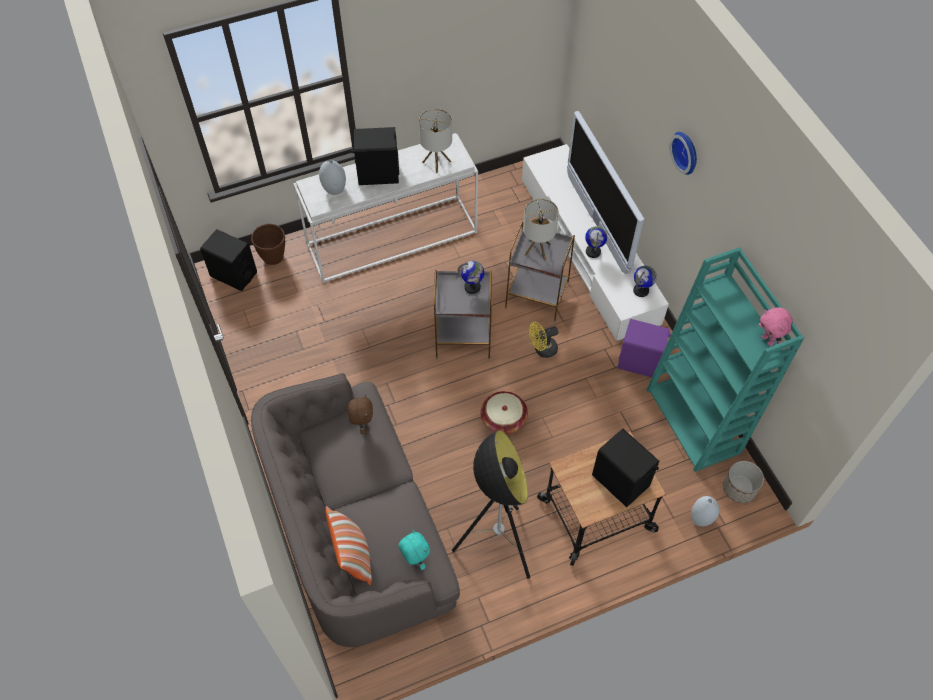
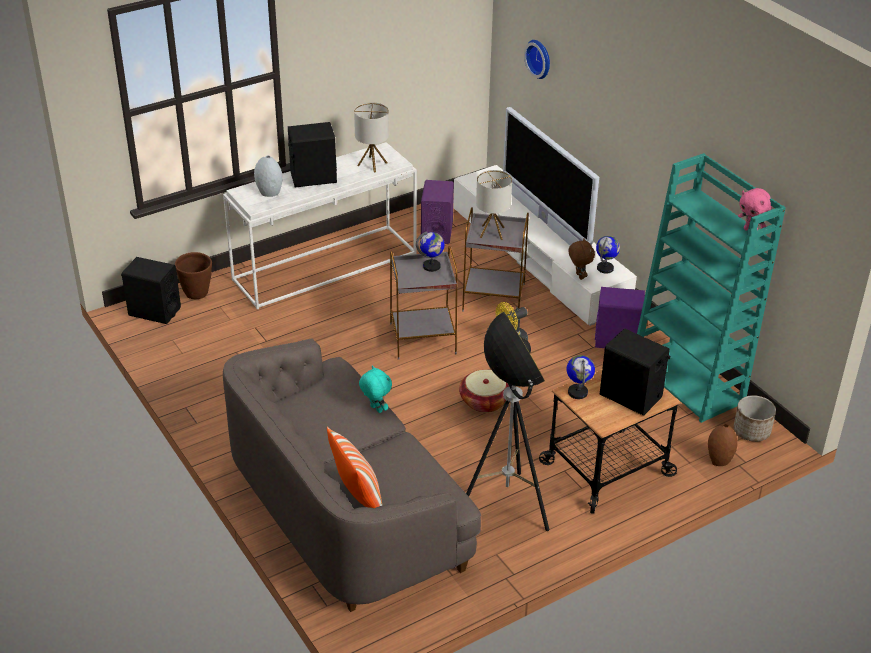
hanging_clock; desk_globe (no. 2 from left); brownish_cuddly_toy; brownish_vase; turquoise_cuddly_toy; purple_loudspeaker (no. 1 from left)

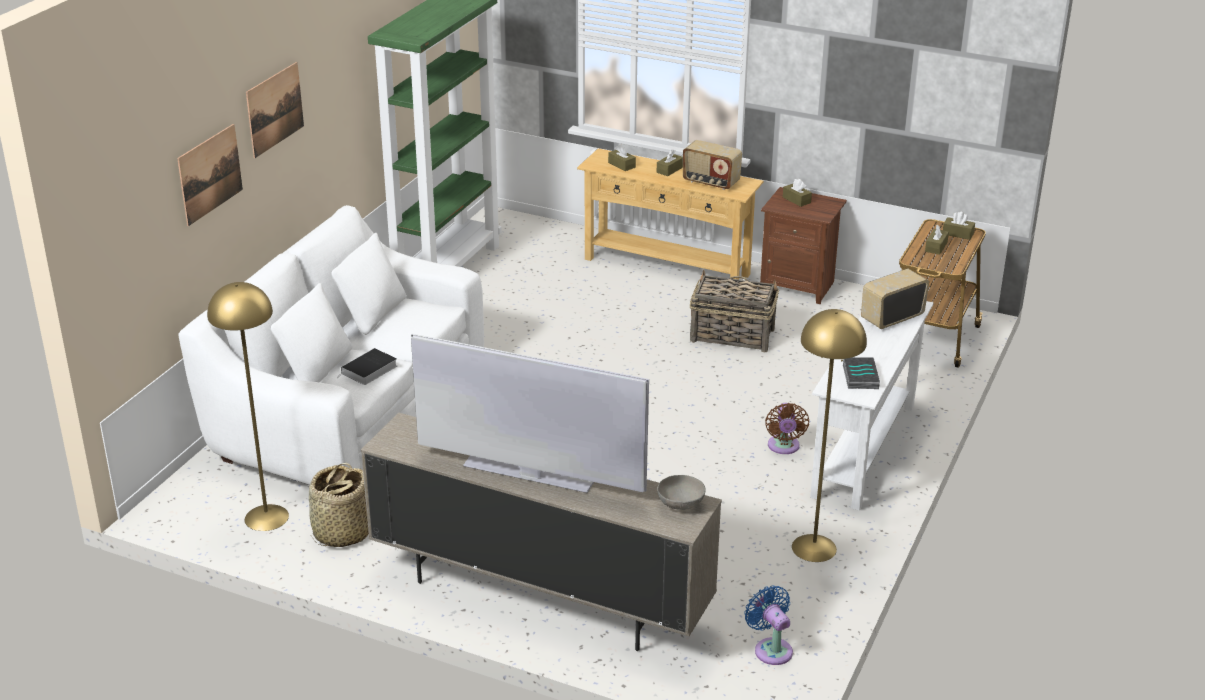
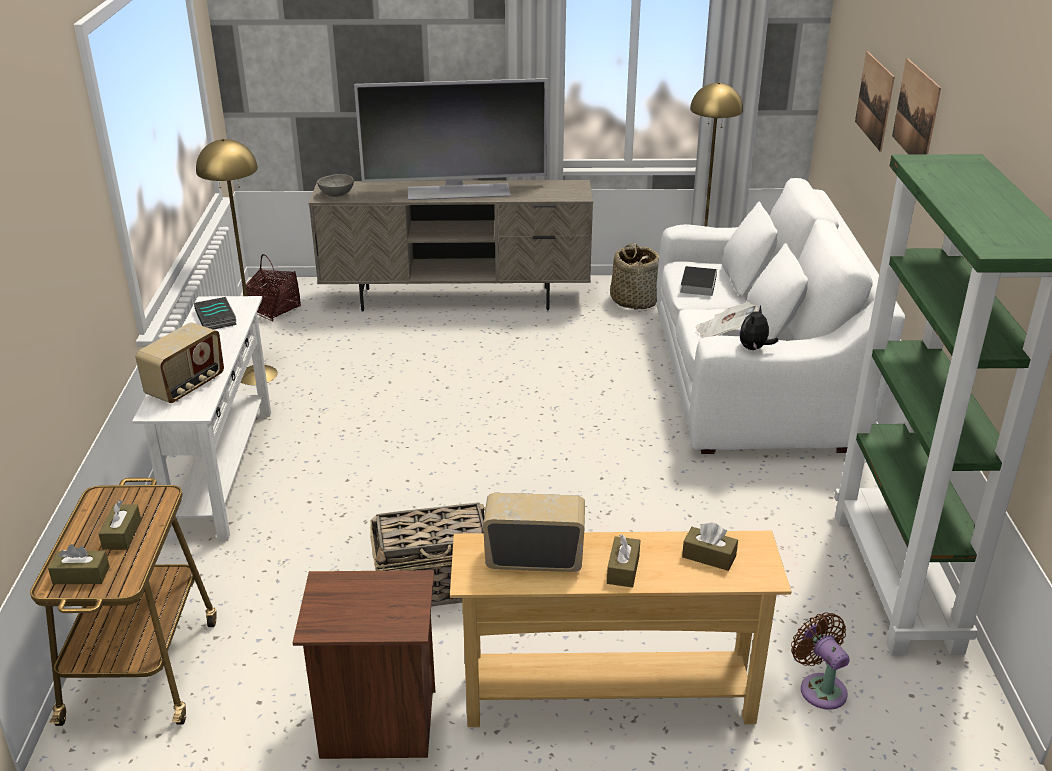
brownish_tissue_holder (no. 3 from left in the first image); brownish_fan; basket (no. 1 from left); printed_paper; cuddly_toy

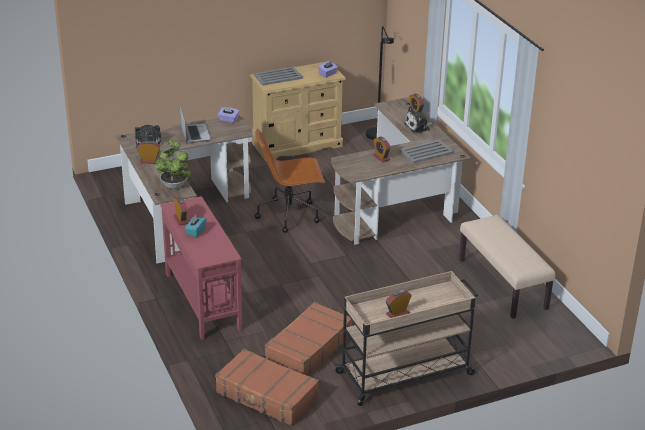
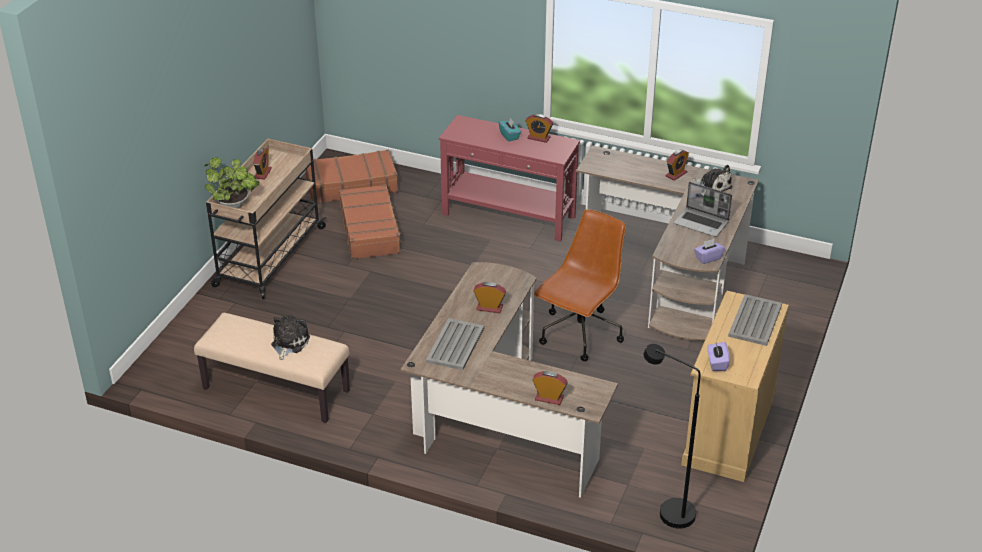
cuddly_toy (no. 1 from left); potted_plant

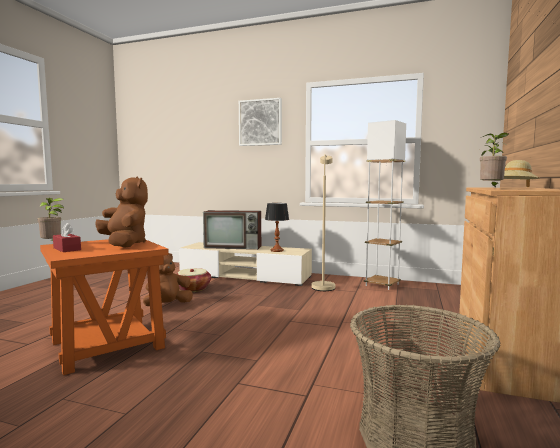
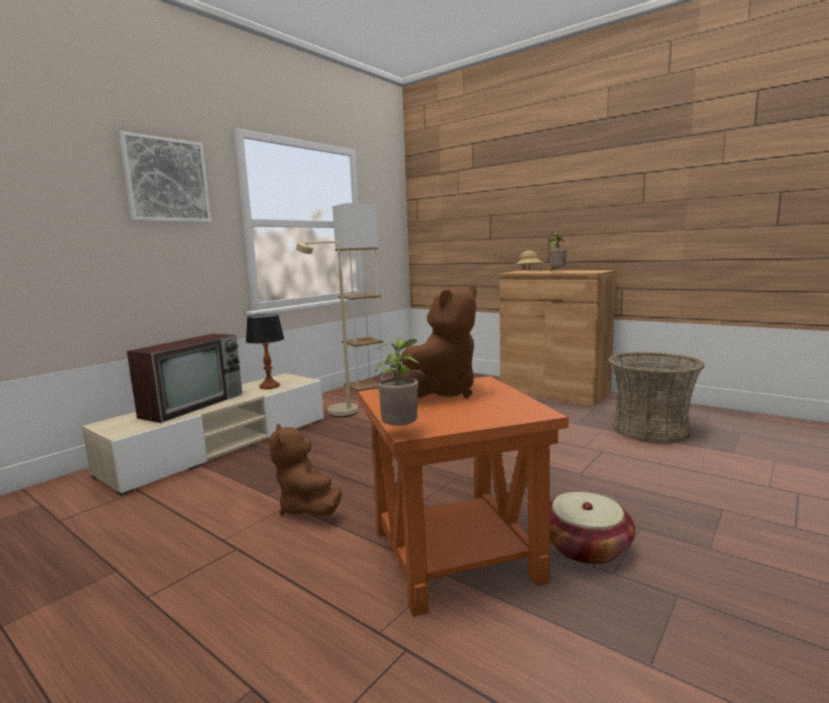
brownish_cuddly_toy (no. 2 from left); red_tissue_holder; basket (no. 1 from left)

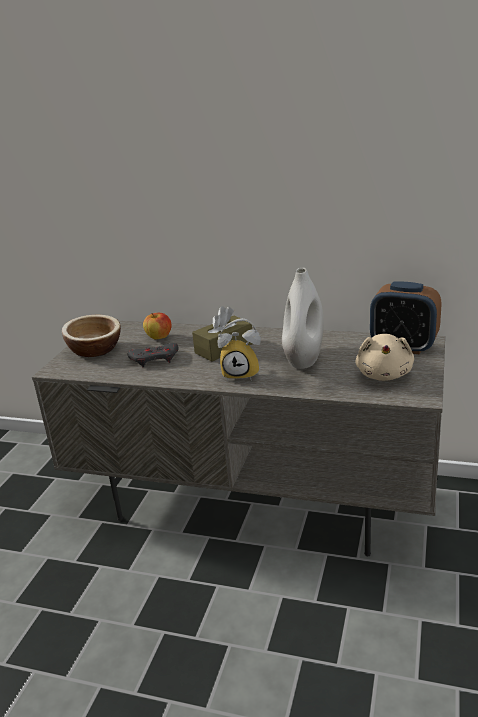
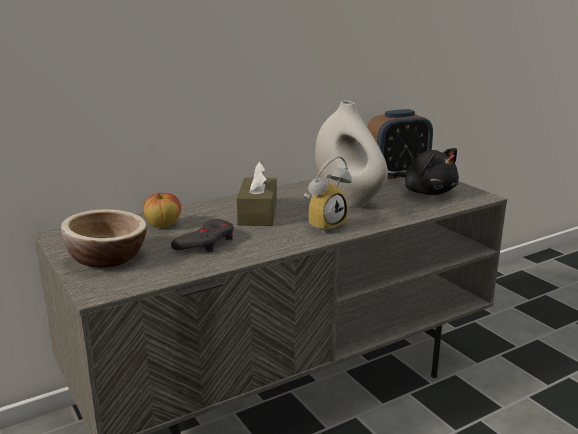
black_cuddly_toy

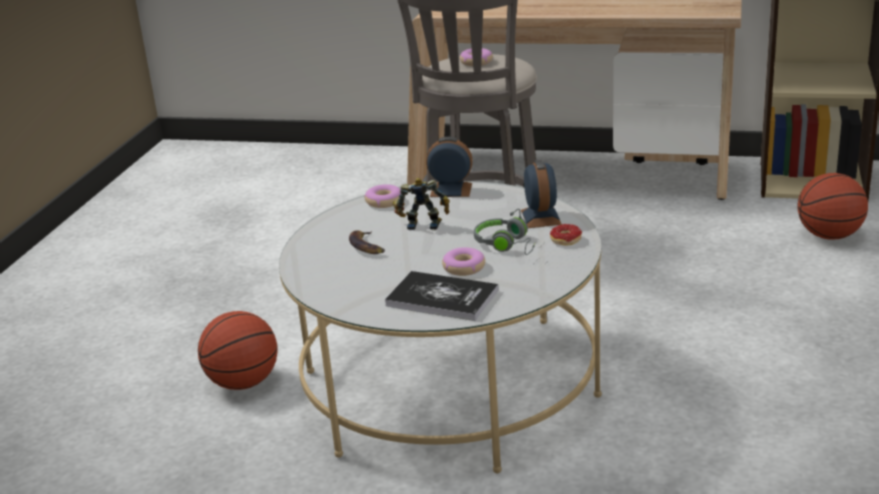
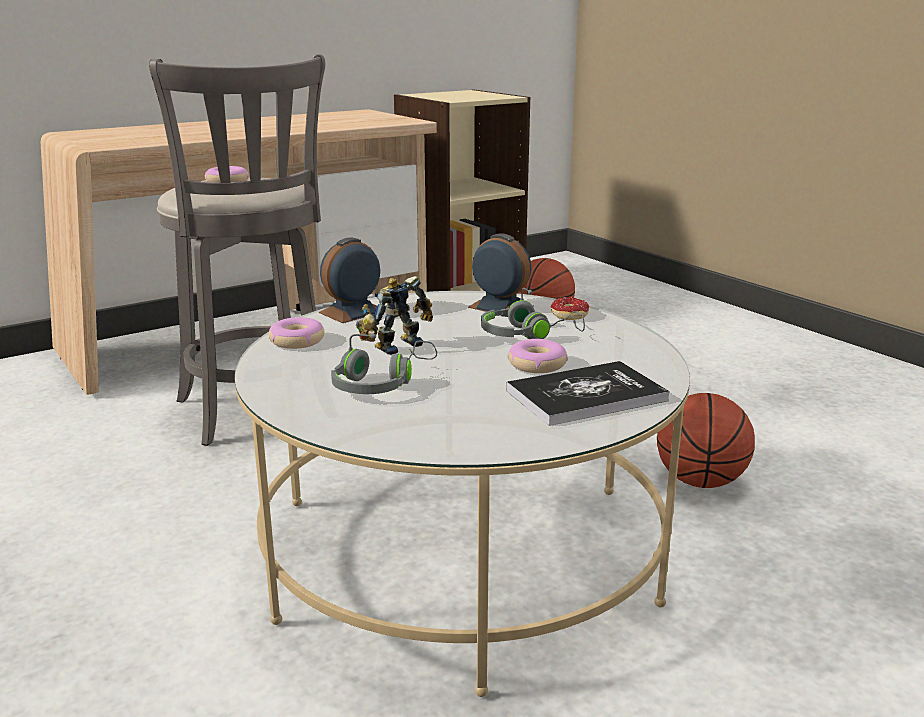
grey_pair_of_headphones (no. 1 from left); basketball (no. 2 from left)

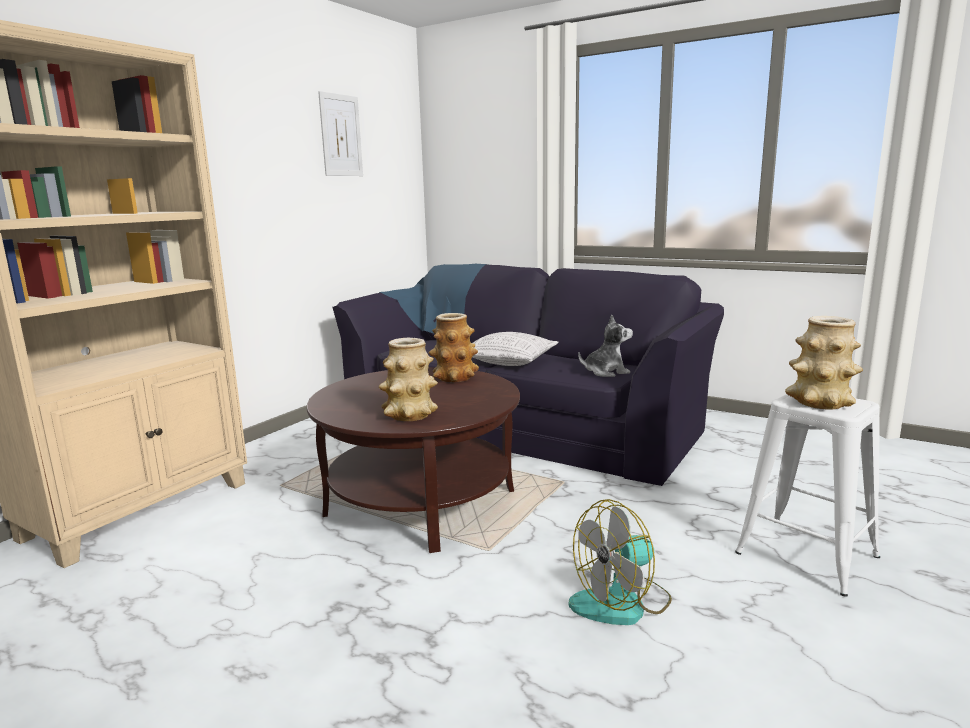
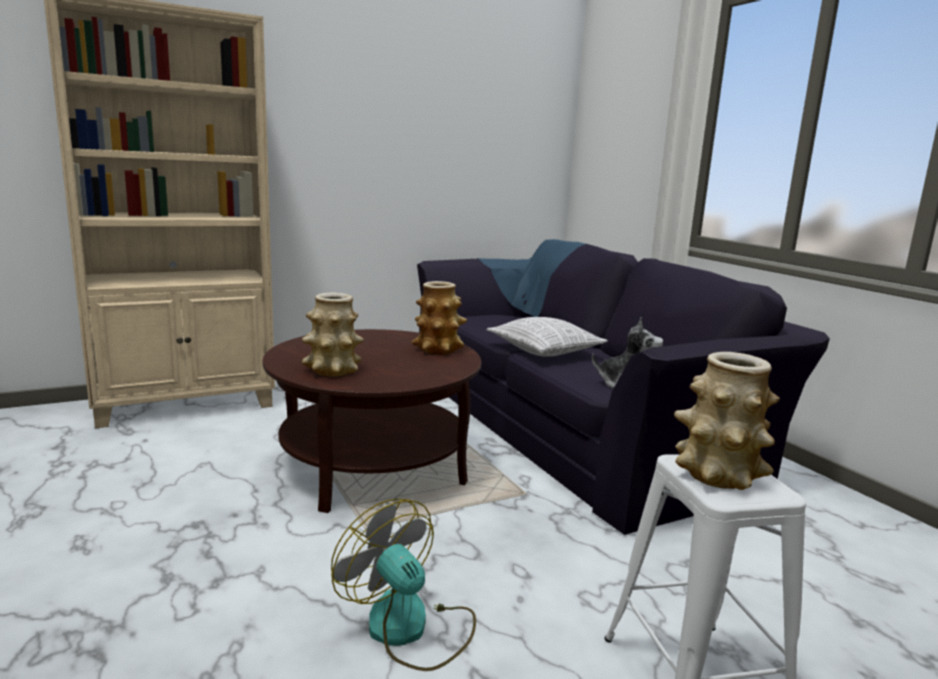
wall_art; fan

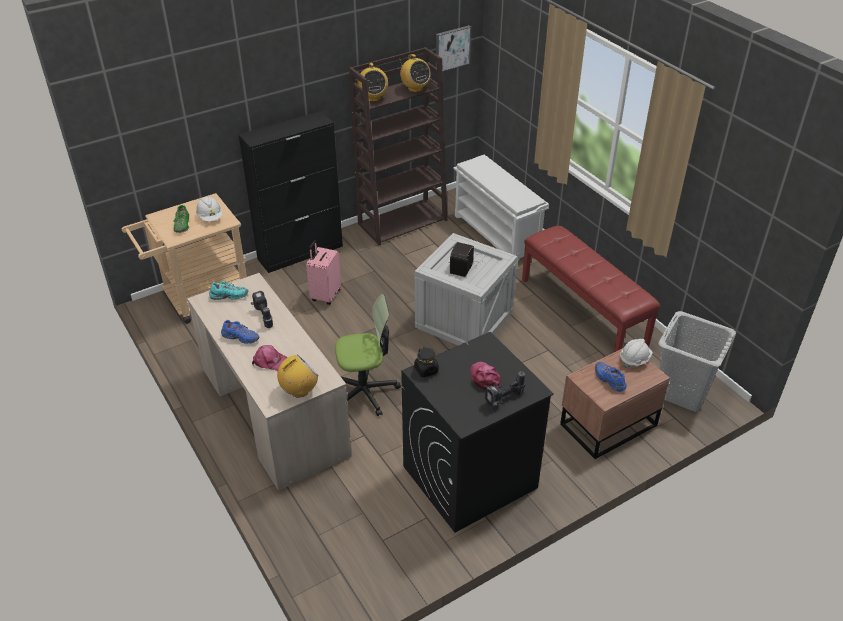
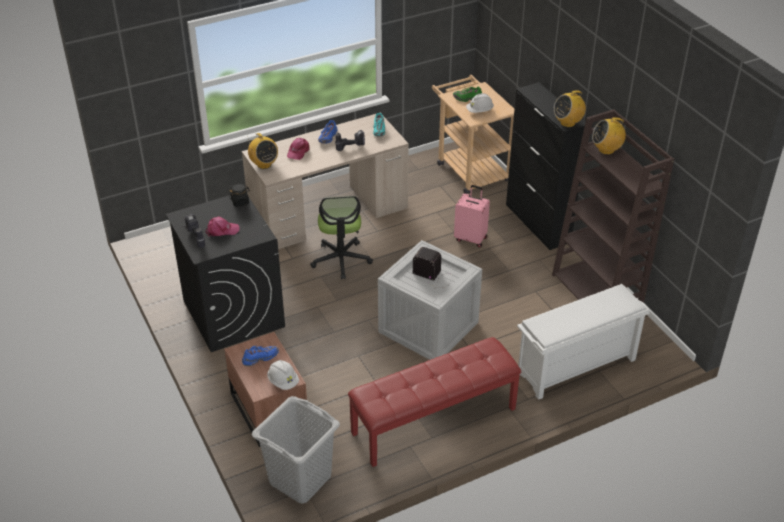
wall_art; radio (no. 3 from left)

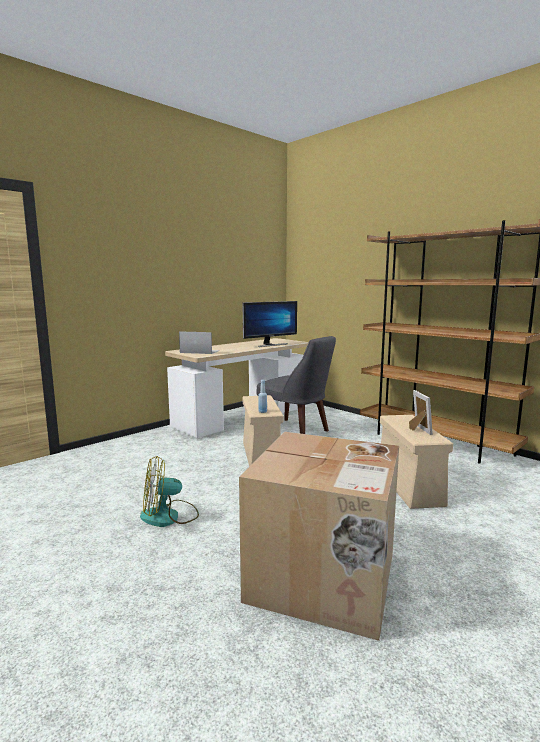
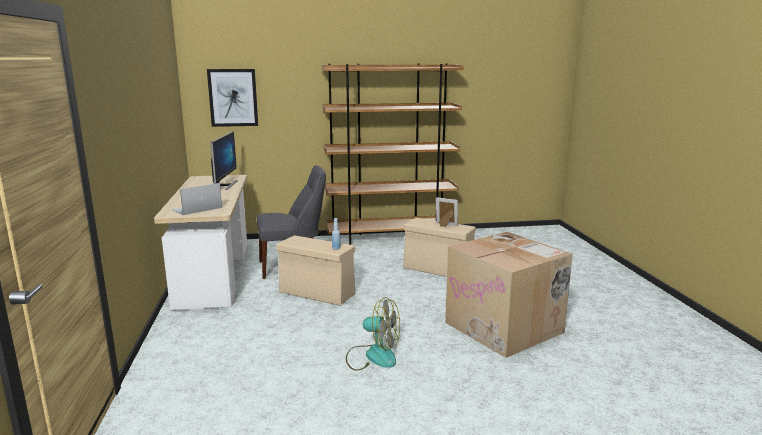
fan; wall_art

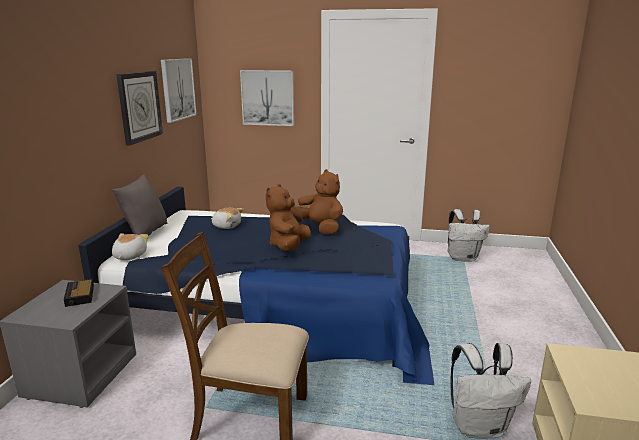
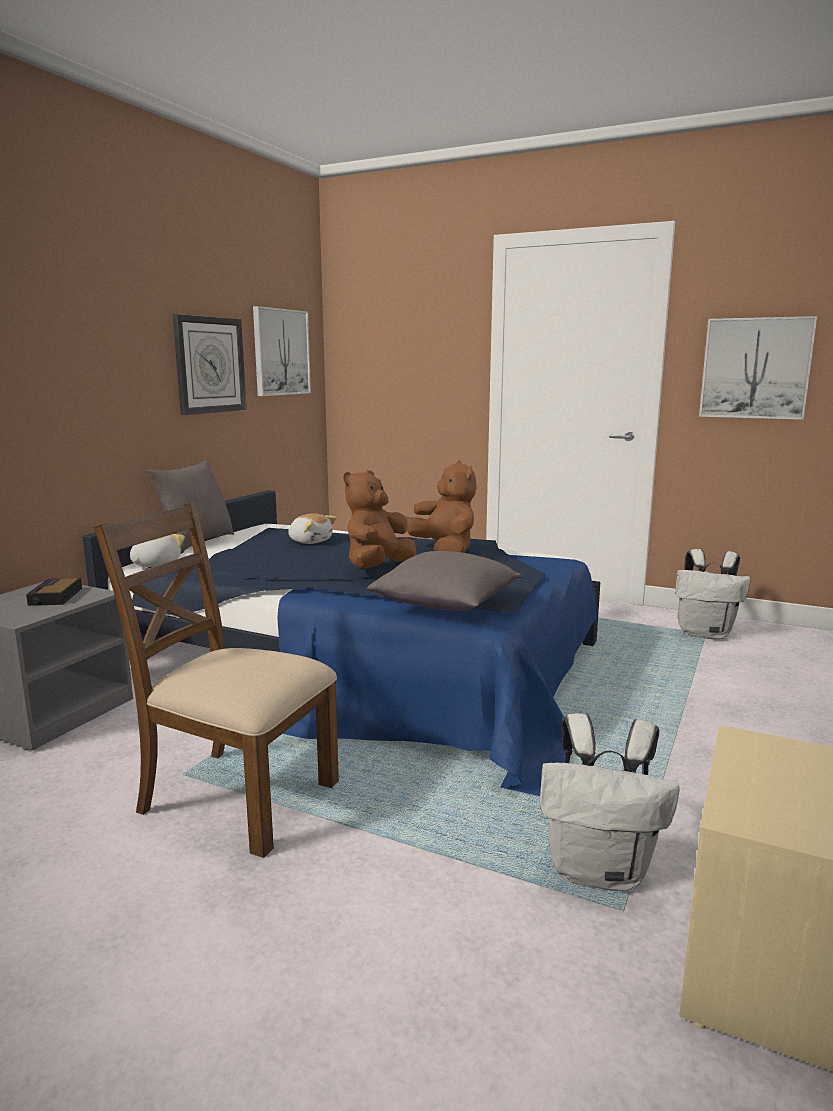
wall_art (no. 2 from left); grey_cushion (no. 2 from left)

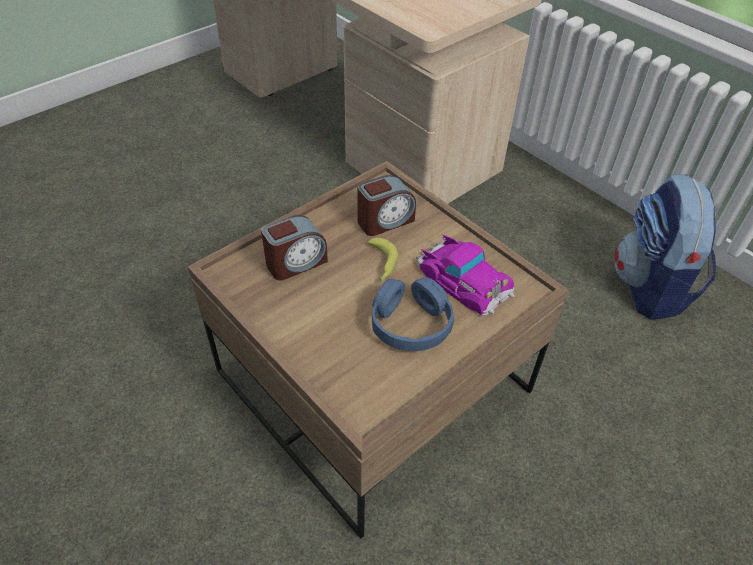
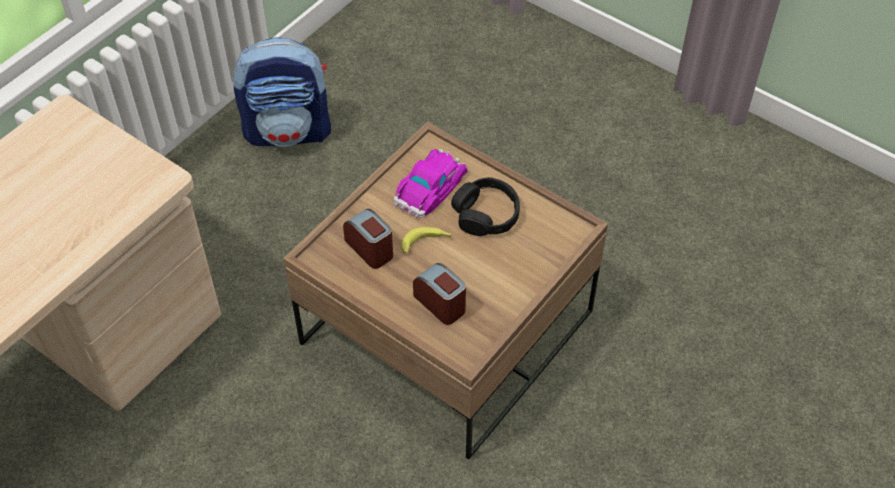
black_pair_of_headphones

